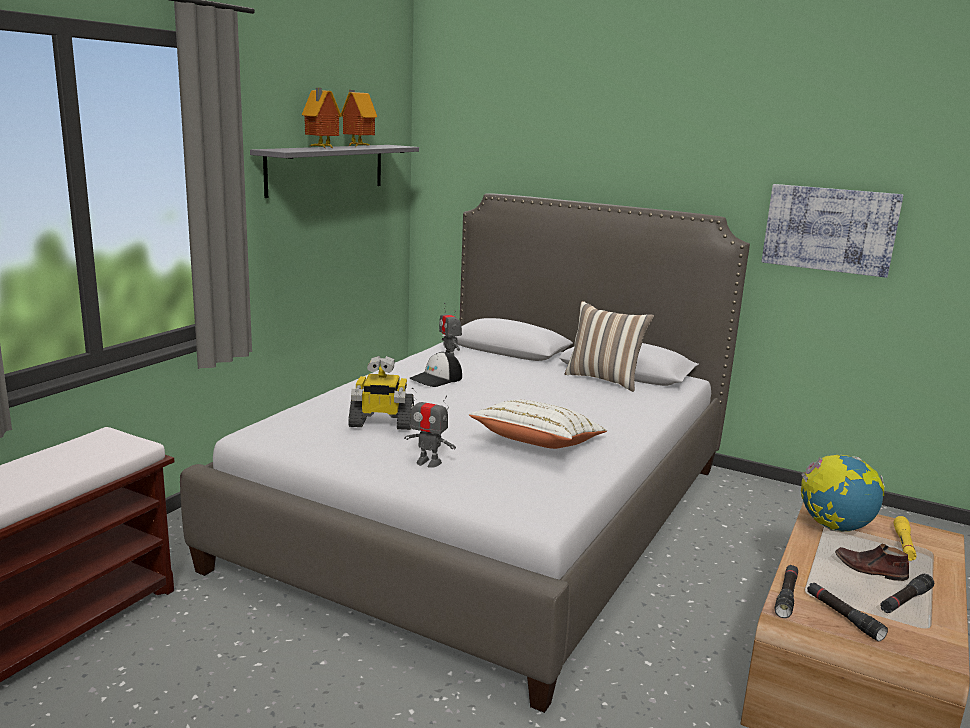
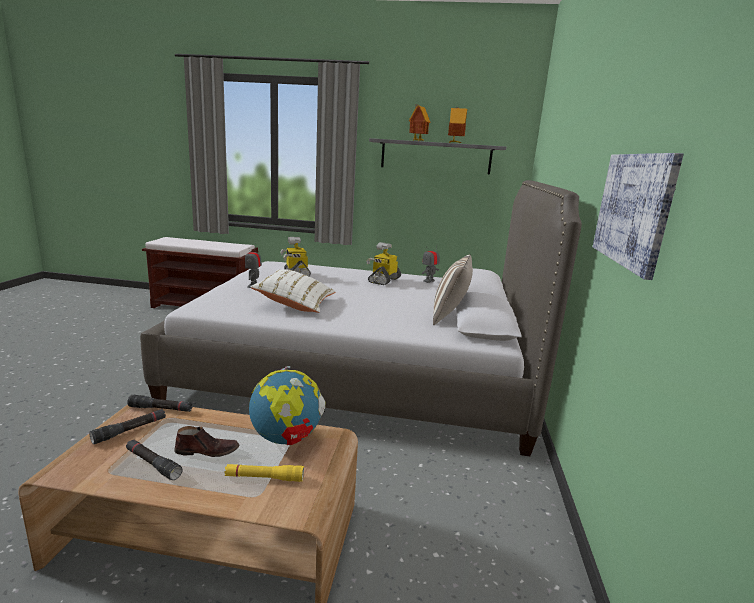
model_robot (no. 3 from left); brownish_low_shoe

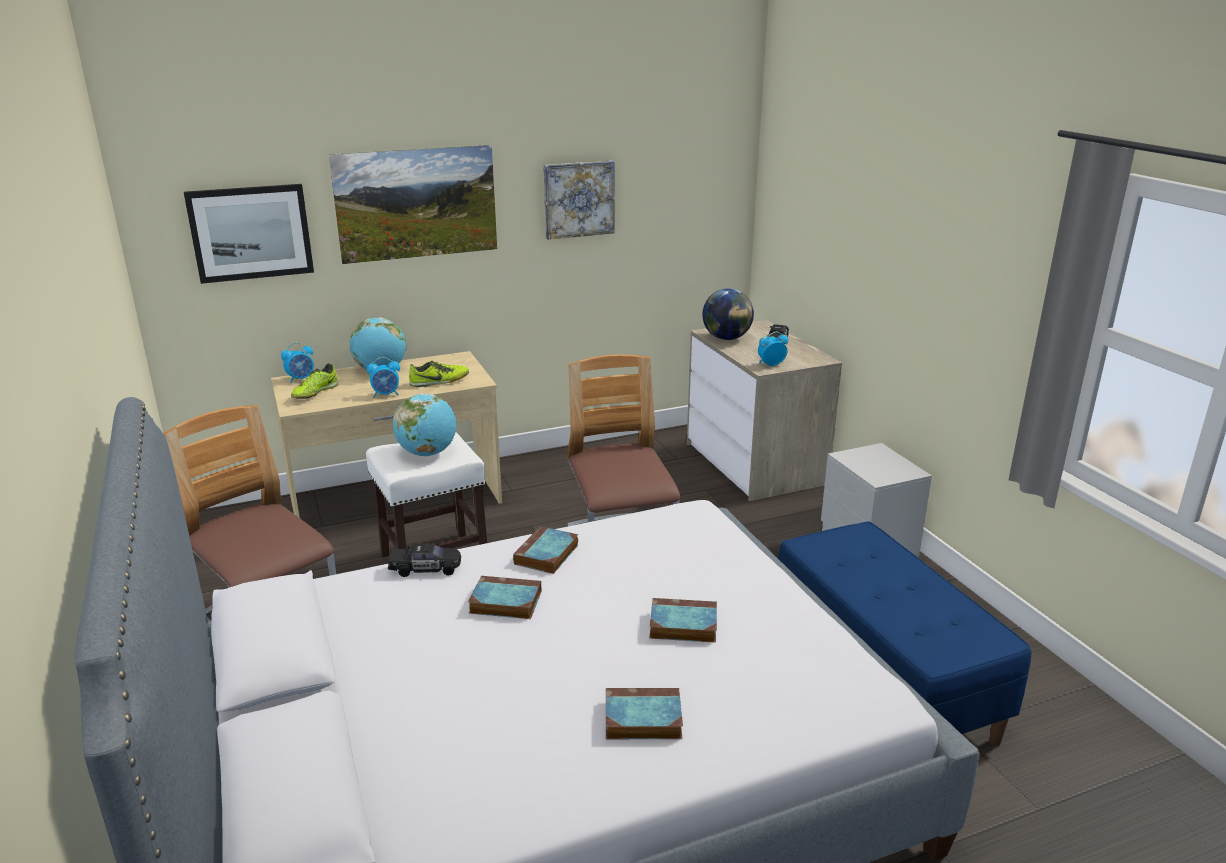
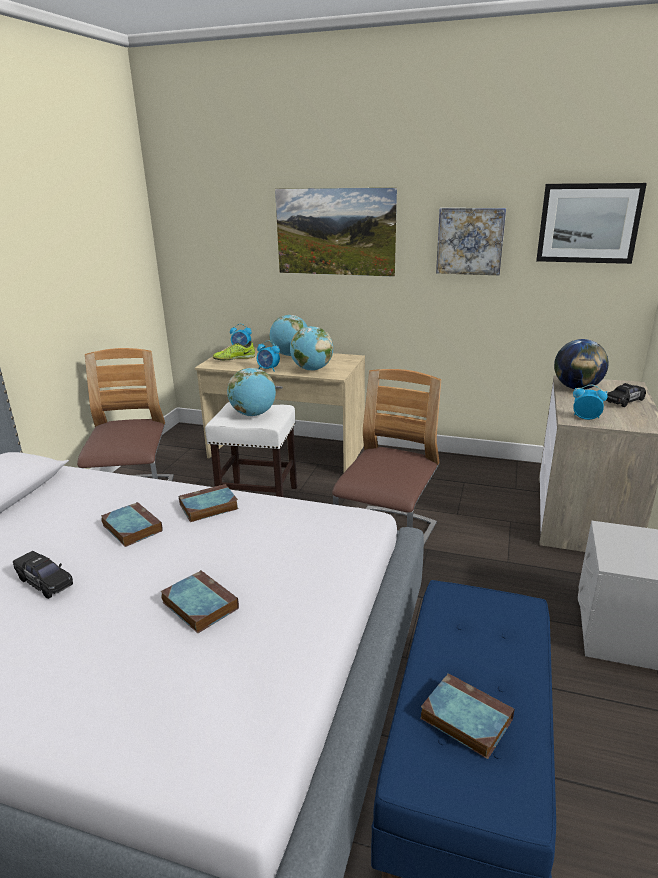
wall_art (no. 3 from left); desk_globe (no. 3 from left); black_toy_car (no. 1 from left); book (no. 4 from left)

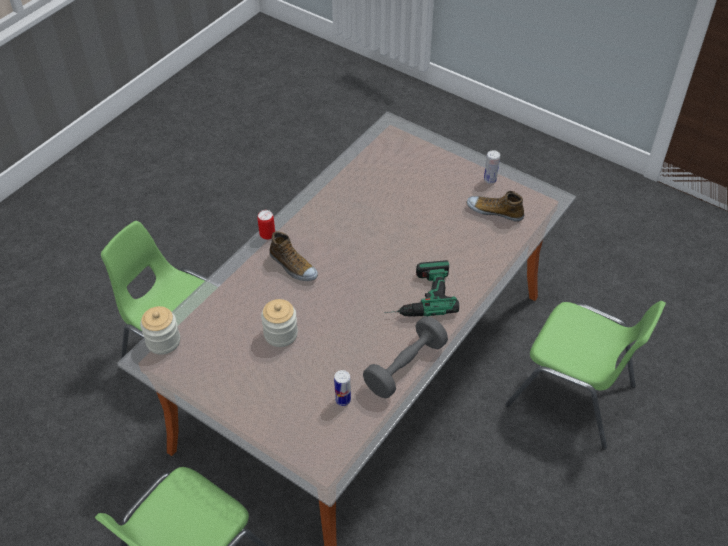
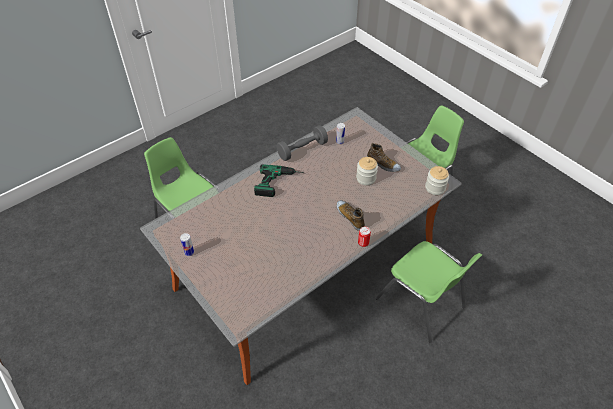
low_shoe (no. 2 from left)

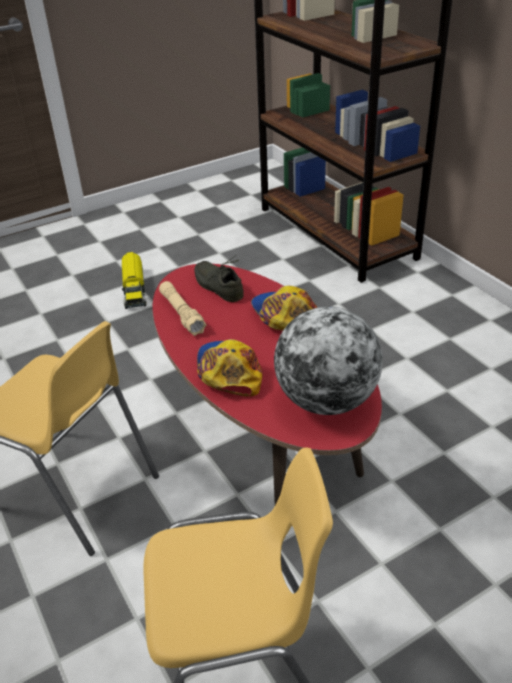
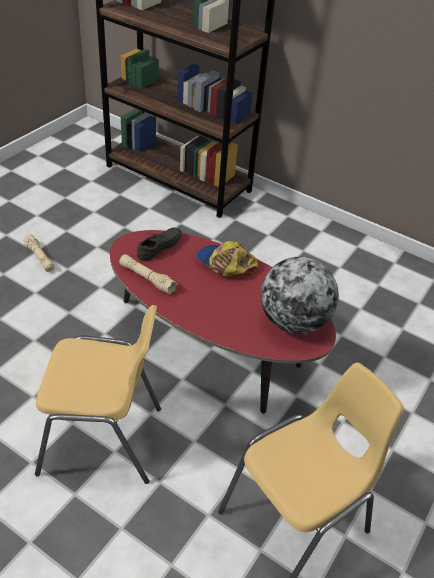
beige_hand_torch (no. 1 from left); grey_low_shoe; baseball_cap (no. 1 from left in the first image)

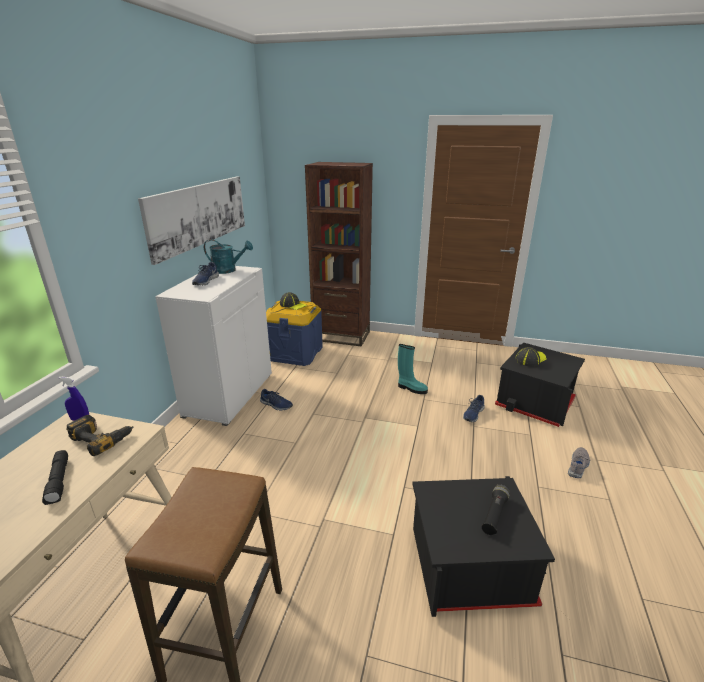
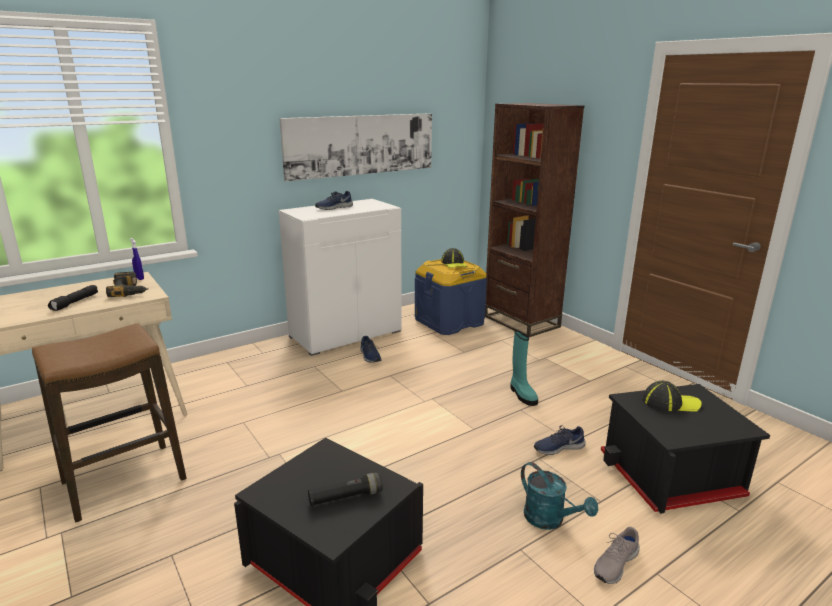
turquoise_sprinkling_can; grey_low_shoe

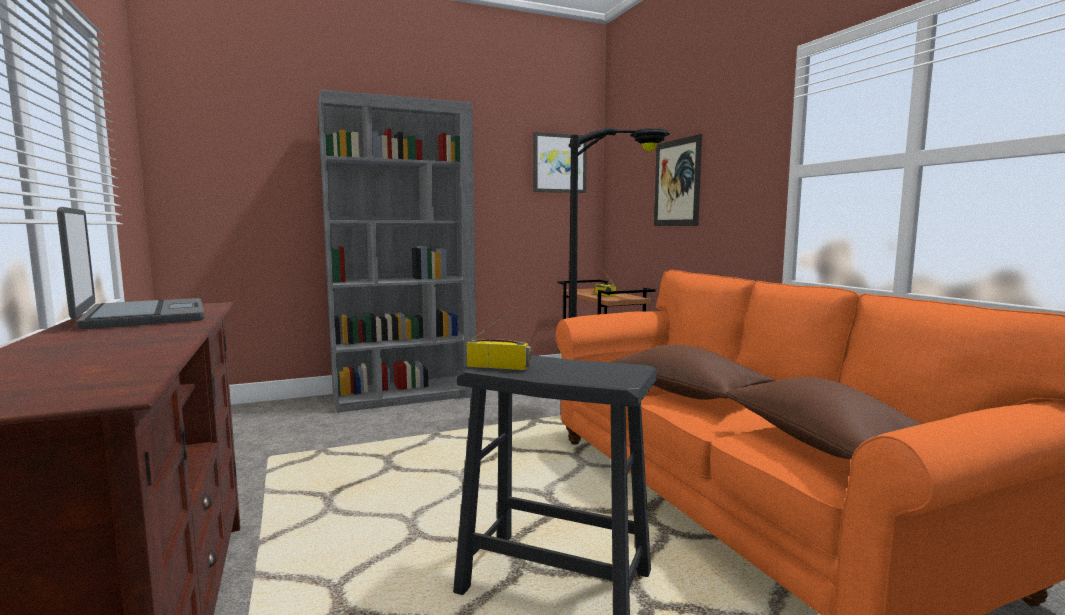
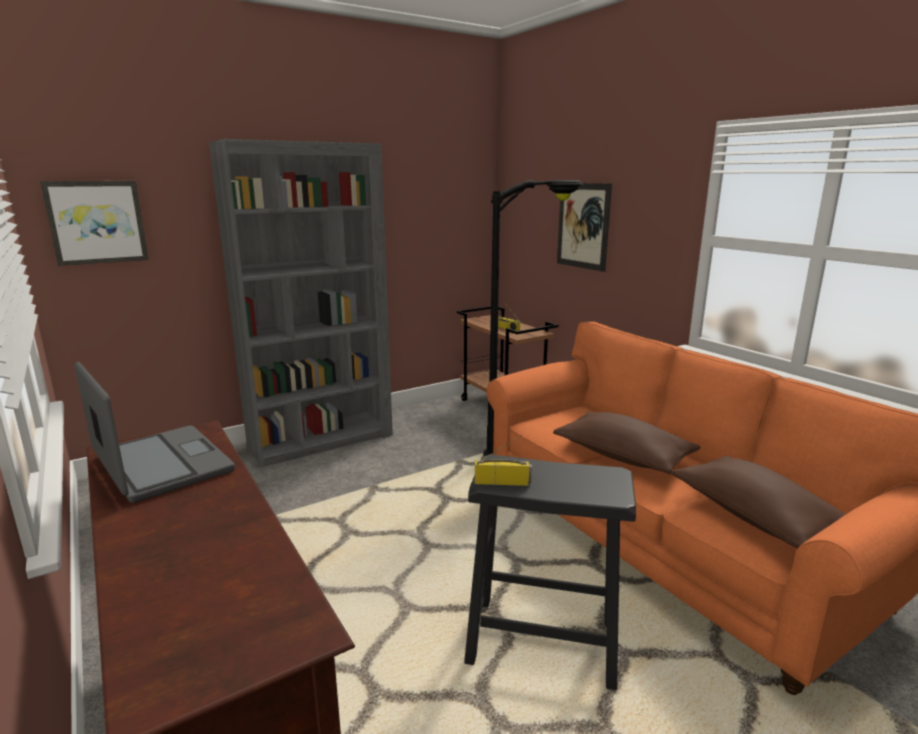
wall_art (no. 1 from left)

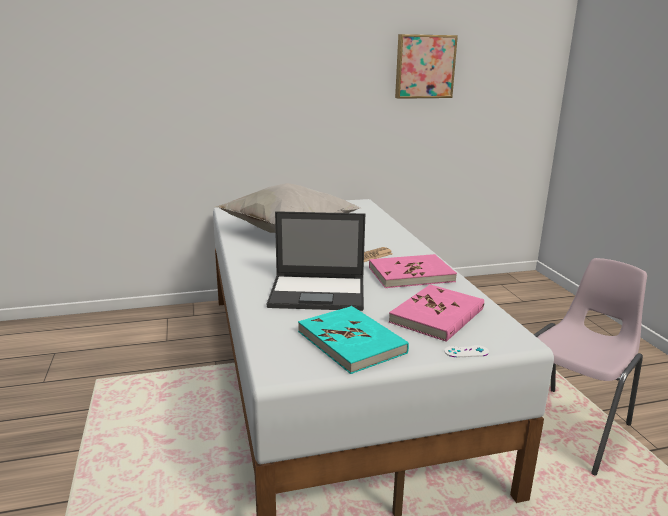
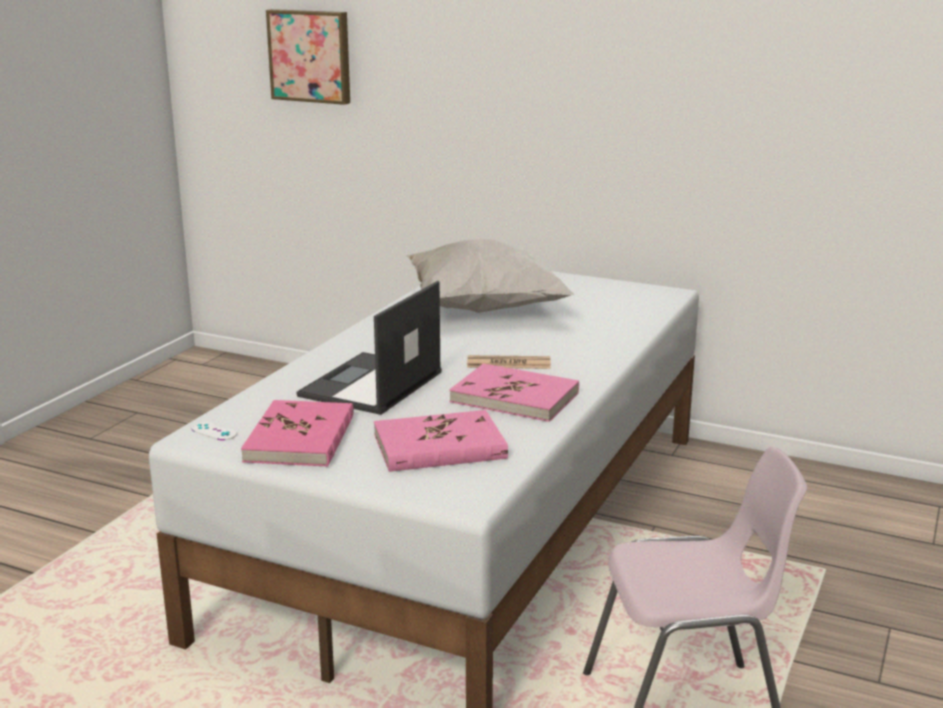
wall_art; portable_computer; pink-coloured_book (no. 1 from left); whitish_gamepad

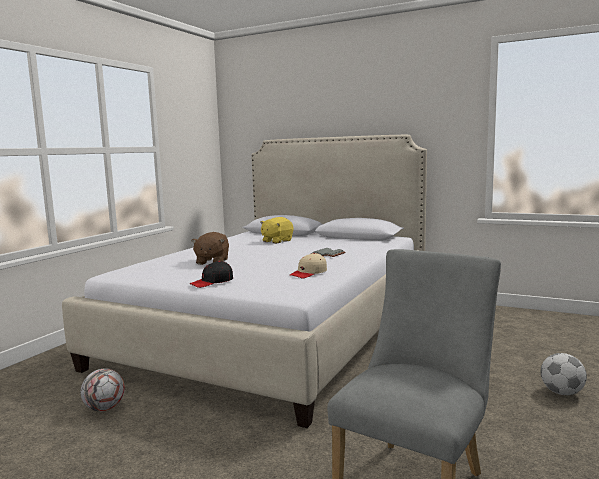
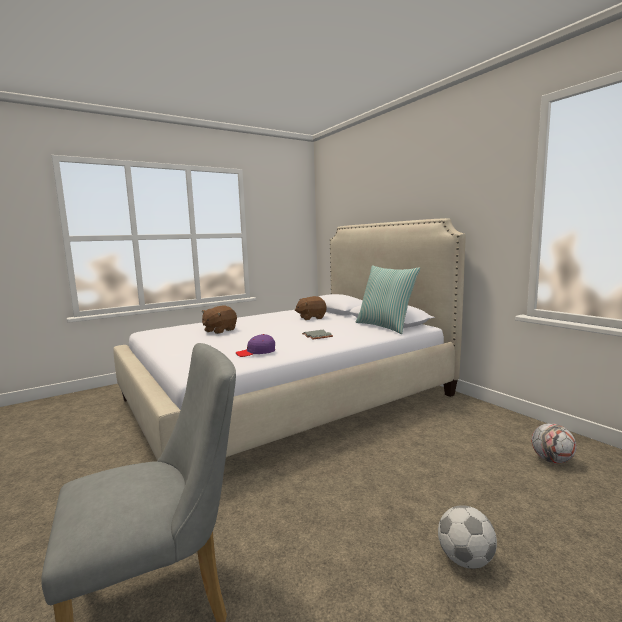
brownish_cuddly_toy (no. 2 from left); purple_baseball_cap; black_baseball_cap; football_ball (no. 2 from left); cushion

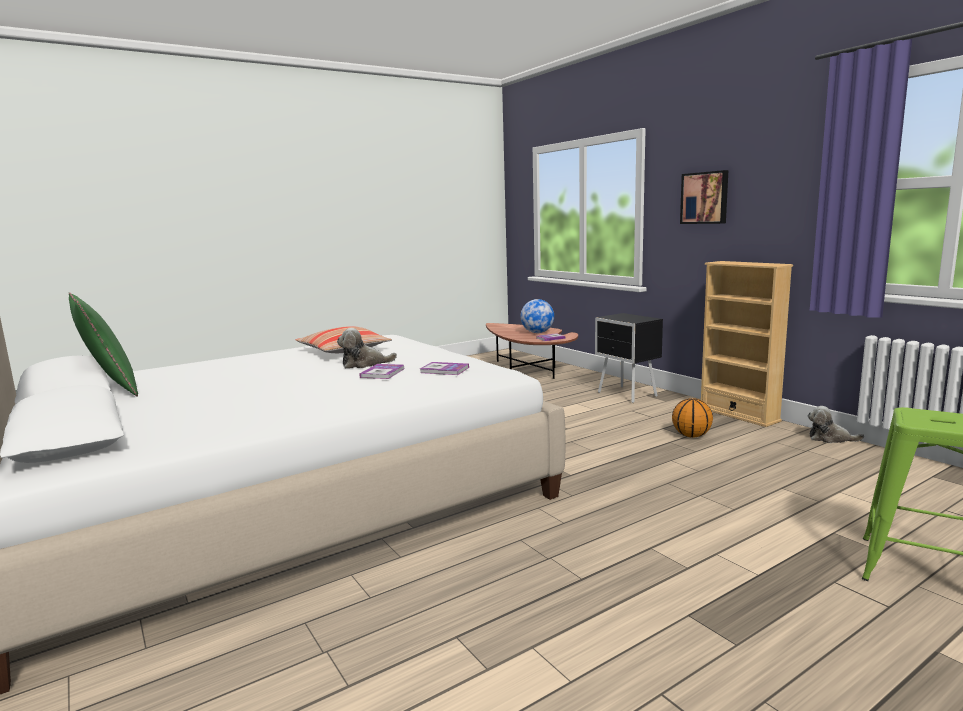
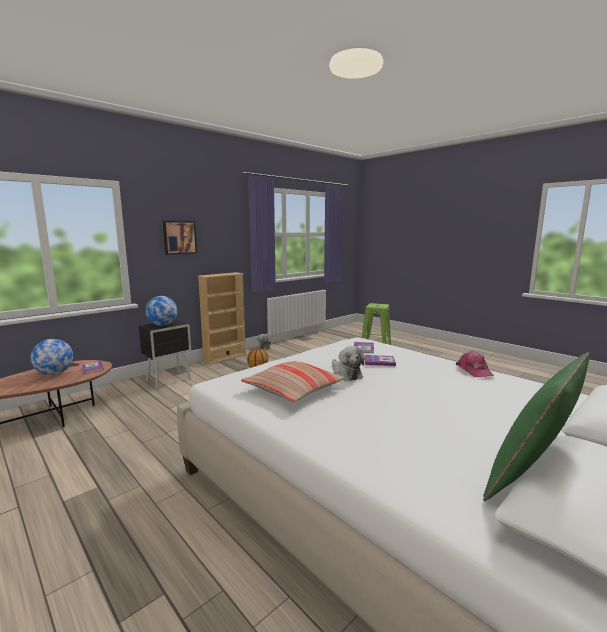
desk_globe (no. 2 from left); pink-coloured_baseball_cap

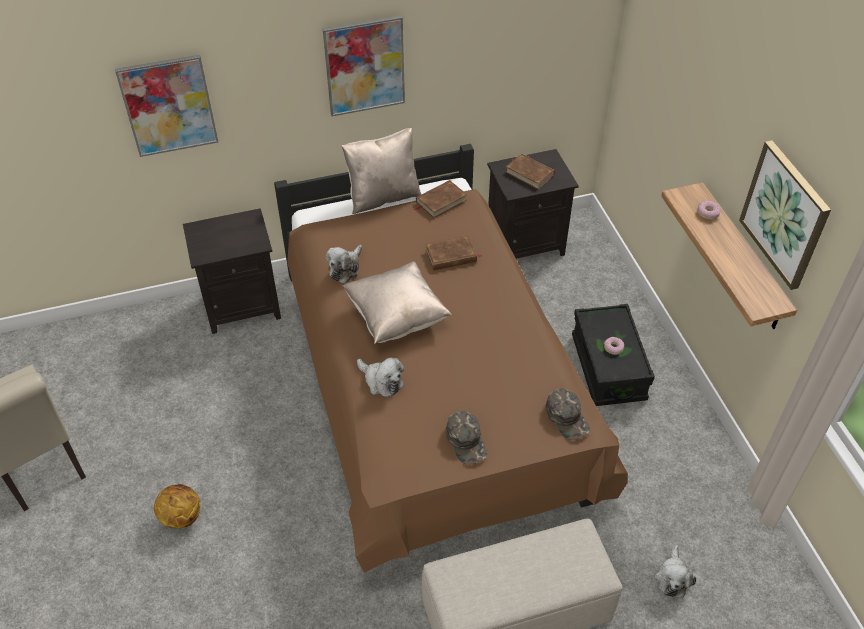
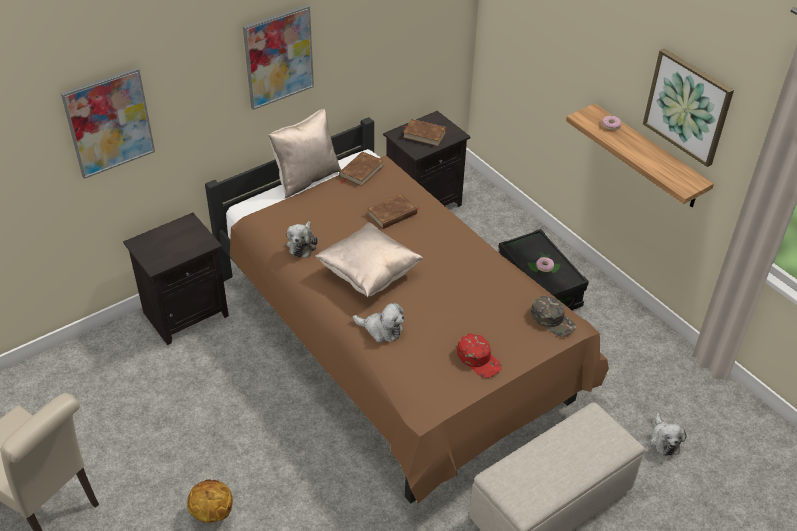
red_baseball_cap

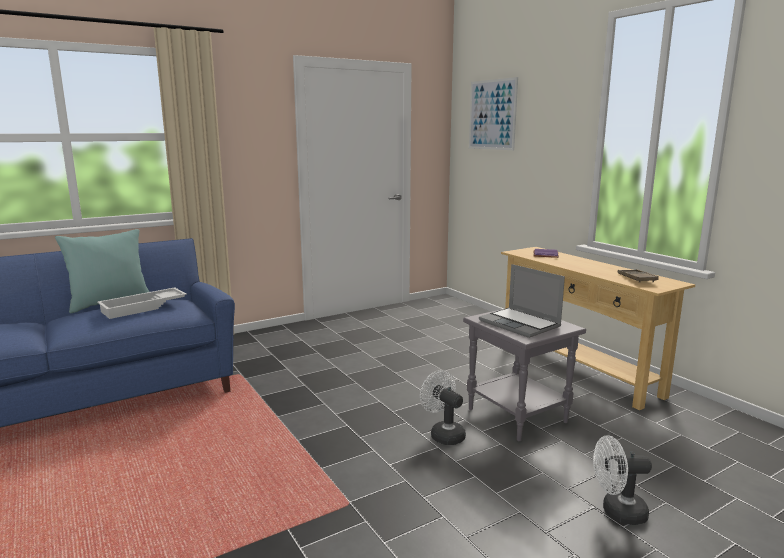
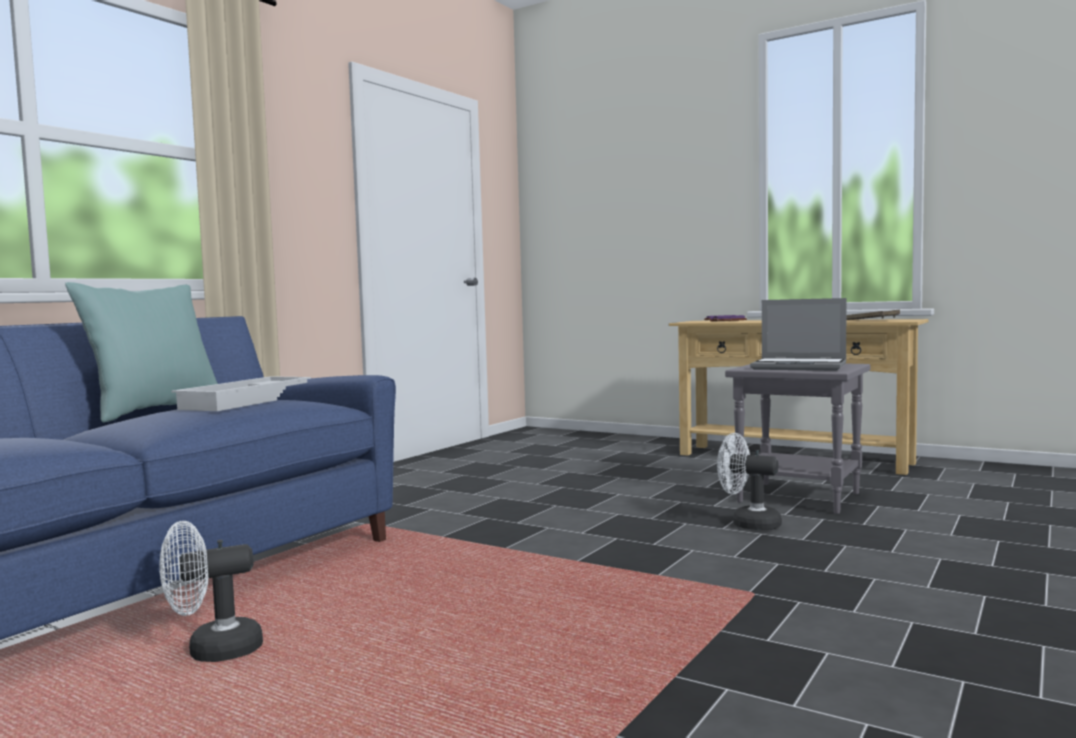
wall_art; whitish_fan (no. 1 from left)

